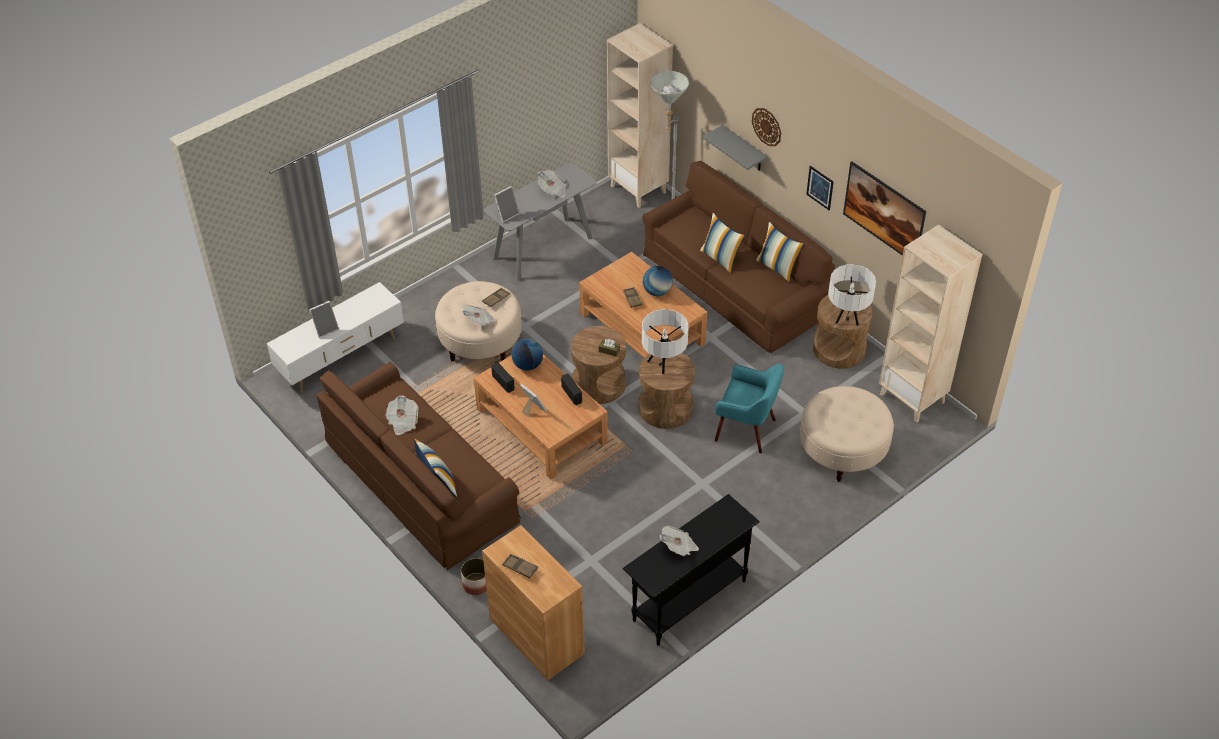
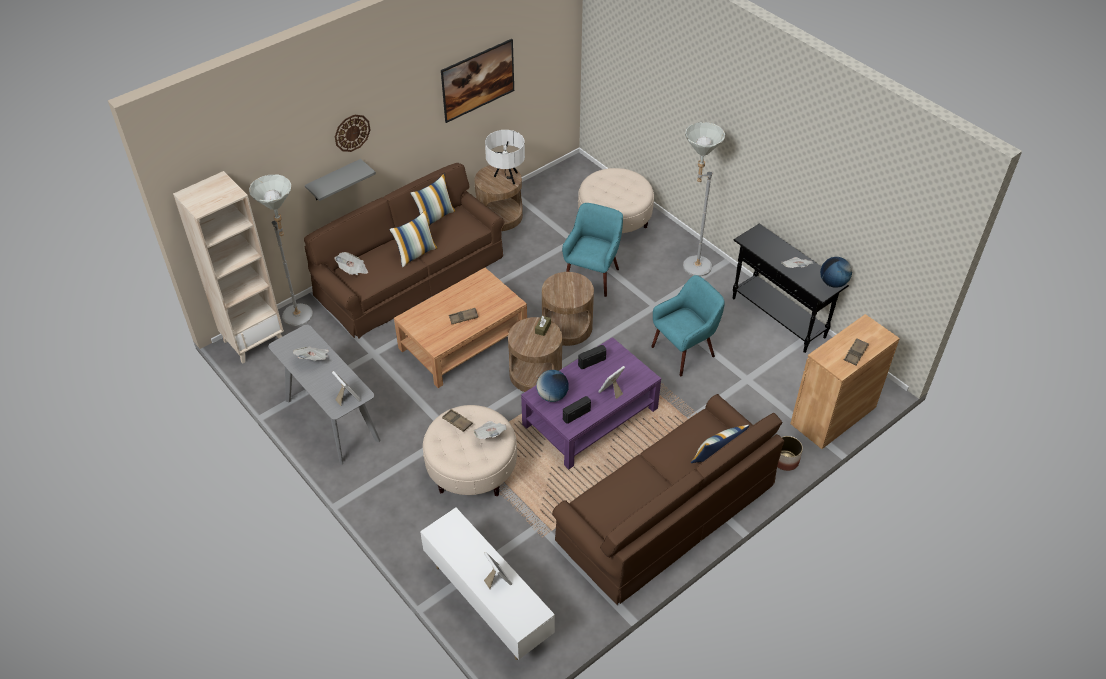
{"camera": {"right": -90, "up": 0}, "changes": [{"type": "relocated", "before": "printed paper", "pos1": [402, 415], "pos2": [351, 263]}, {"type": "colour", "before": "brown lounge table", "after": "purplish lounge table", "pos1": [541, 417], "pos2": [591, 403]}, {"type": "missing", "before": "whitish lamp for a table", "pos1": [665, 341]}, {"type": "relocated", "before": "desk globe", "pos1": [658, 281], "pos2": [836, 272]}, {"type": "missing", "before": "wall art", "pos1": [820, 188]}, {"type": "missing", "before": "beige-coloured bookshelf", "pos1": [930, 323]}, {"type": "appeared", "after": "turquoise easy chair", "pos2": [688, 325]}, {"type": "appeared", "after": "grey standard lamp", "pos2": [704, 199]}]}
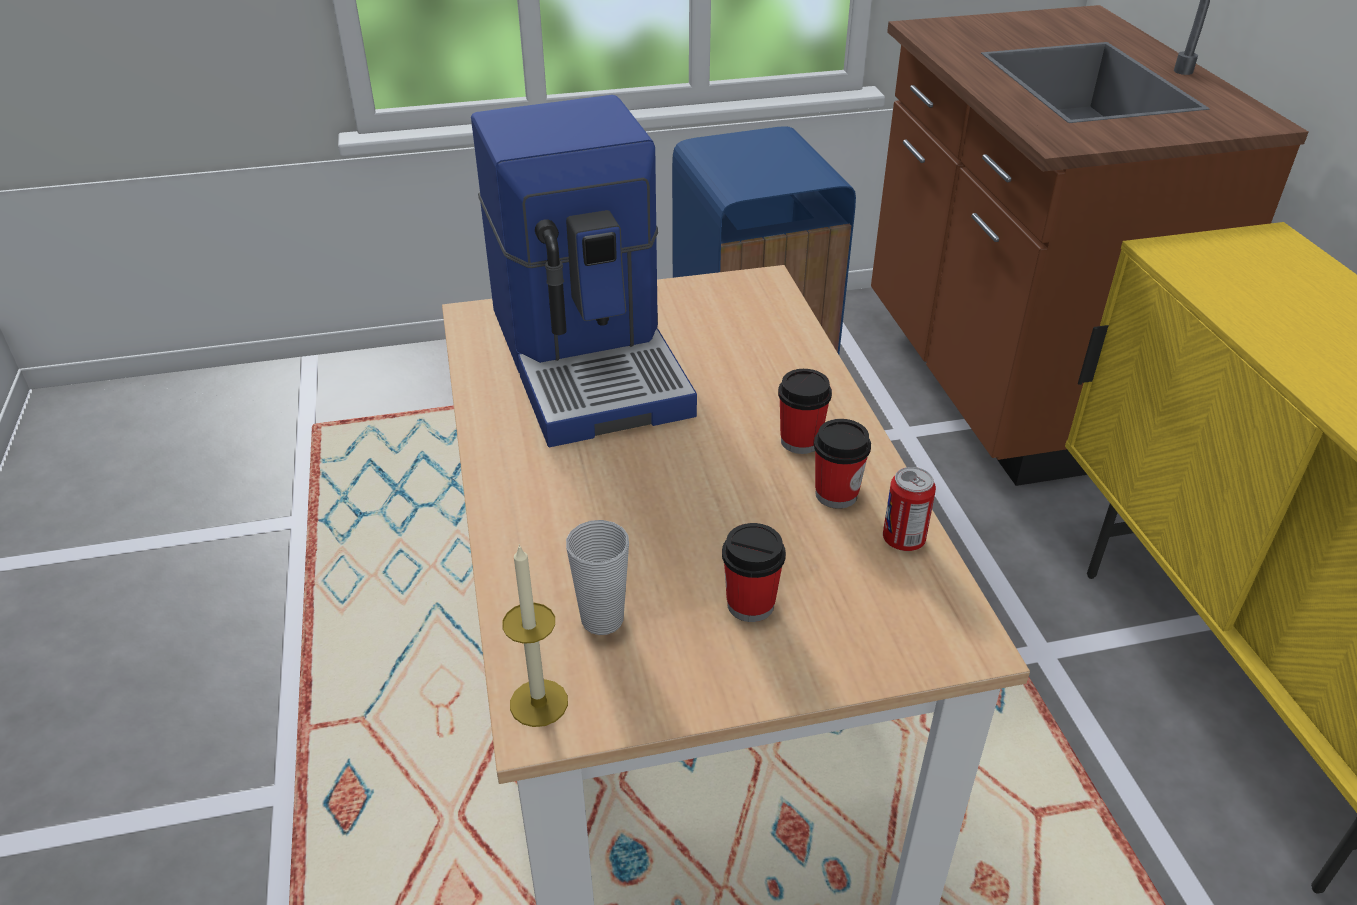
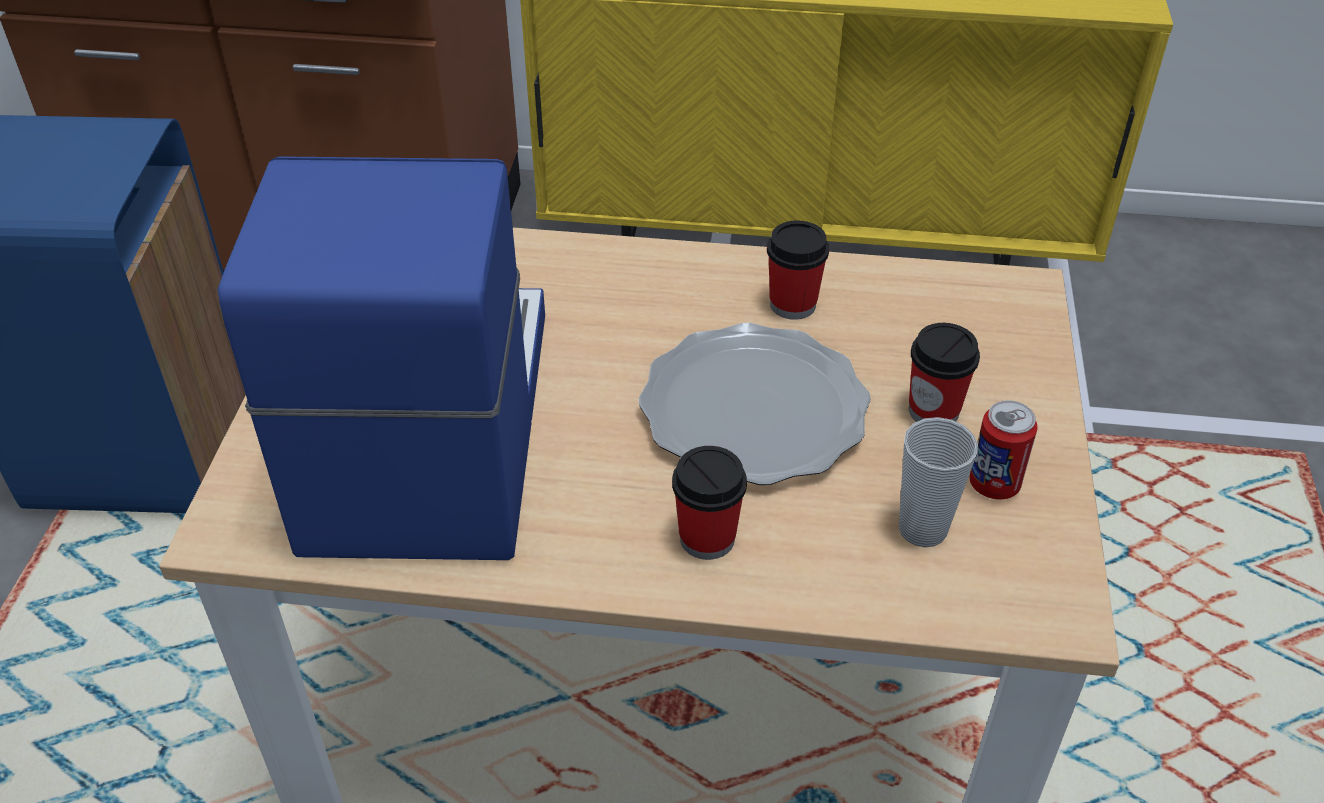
{"camera": {"right": -70, "up": 5}, "changes": [{"type": "spun", "before": "coffee brewer", "pos1": [584, 271], "pos2": [381, 358], "turn": -90}, {"type": "missing", "before": "wax candle", "pos1": [535, 635]}, {"type": "relocated", "before": "drinking cup", "pos1": [805, 411], "pos2": [709, 503]}, {"type": "relocated", "before": "sealed can", "pos1": [909, 509], "pos2": [1003, 450]}, {"type": "appeared", "after": "plate", "pos2": [755, 404]}]}
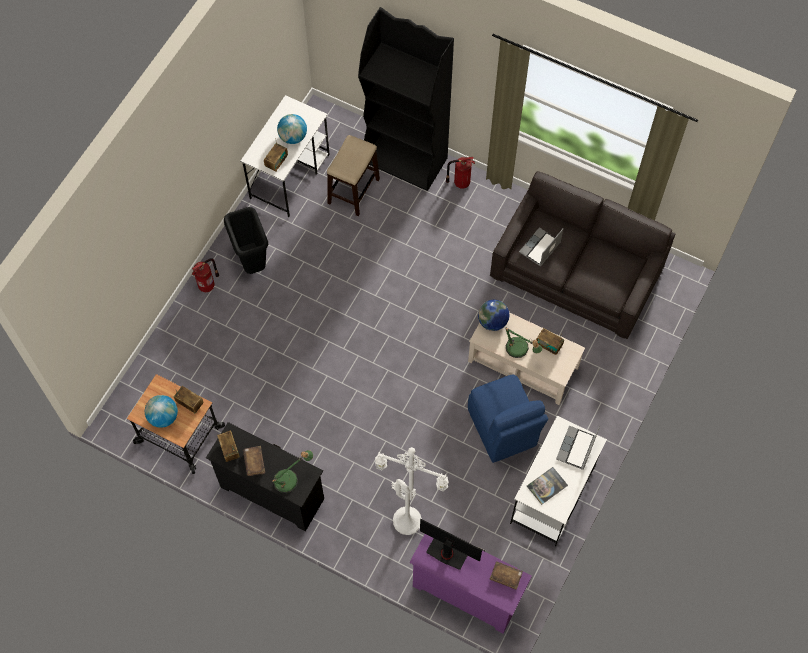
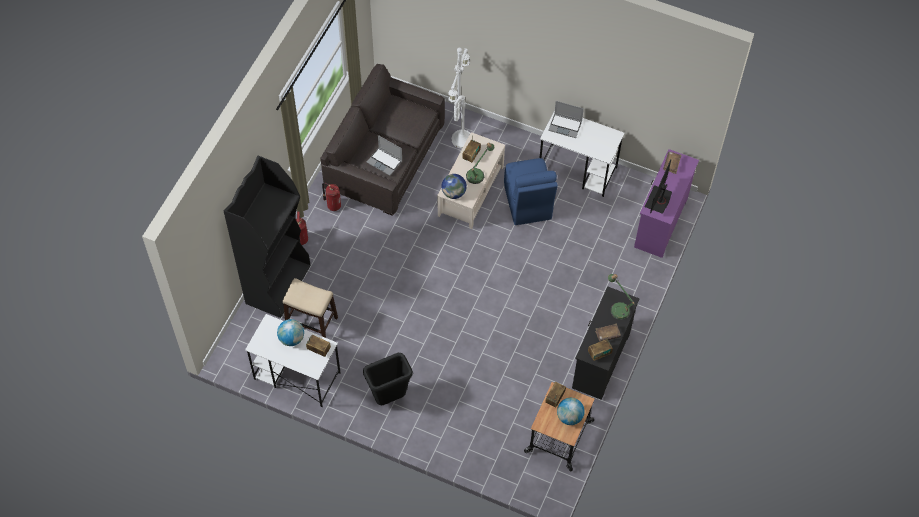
{"camera": {"right": -95, "up": -5}, "changes": [{"type": "relocated", "before": "fire-fighting cylinder", "pos1": [205, 275], "pos2": [331, 196]}, {"type": "relocated", "before": "whitish standard lamp", "pos1": [412, 491], "pos2": [459, 98]}, {"type": "spun", "before": "bluish plain chair", "pos1": [508, 419], "pos2": [531, 191], "turn": 105}, {"type": "missing", "before": "bound book", "pos1": [547, 486]}]}
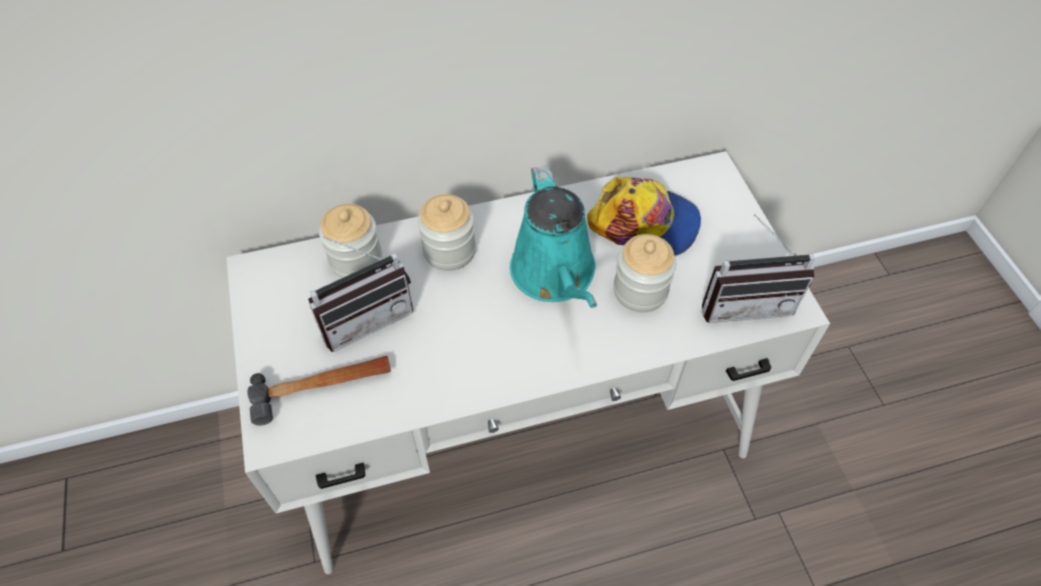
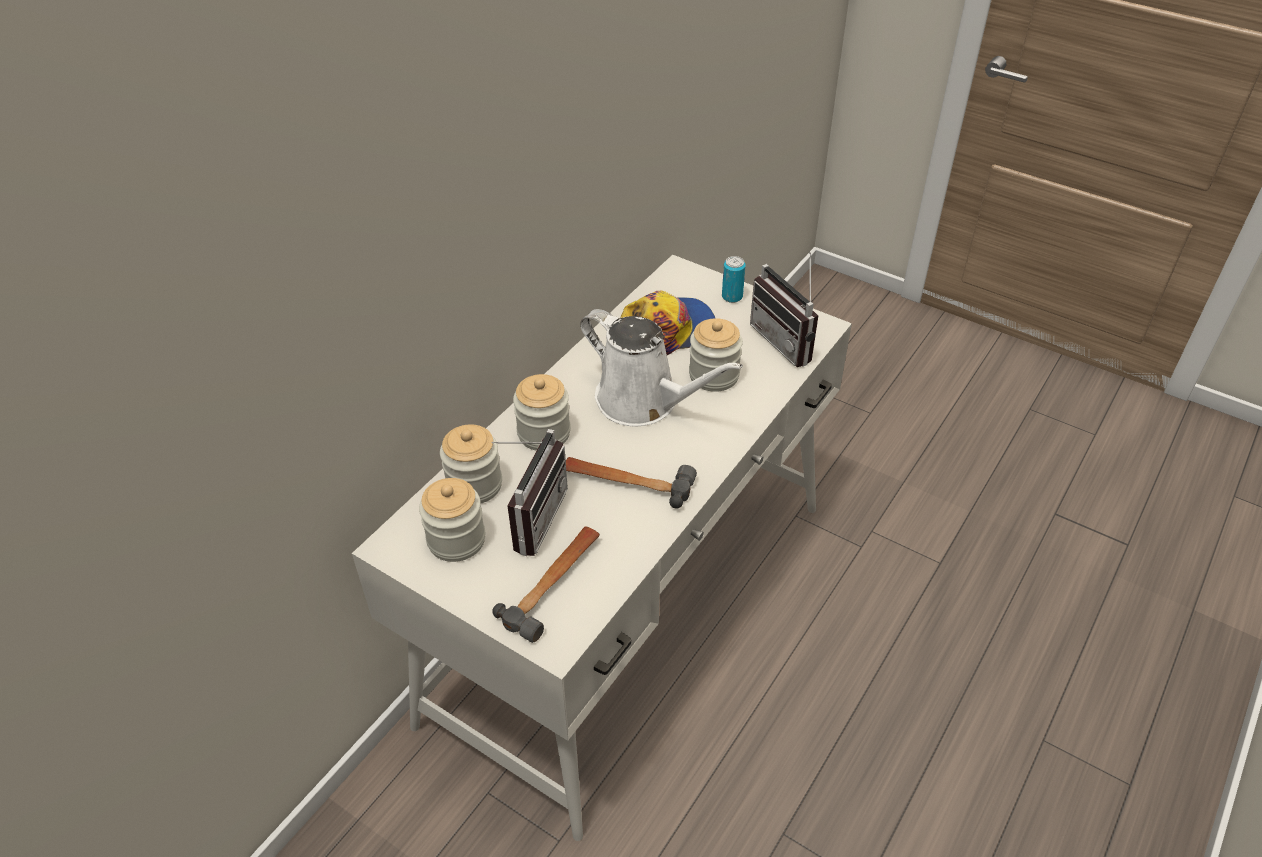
{"camera": {"right": -40, "up": -10}, "changes": [{"type": "colour", "before": "turquoise watering can", "after": "whitish watering can", "pos1": [553, 236], "pos2": [661, 367]}, {"type": "spun", "before": "radio", "pos1": [758, 268], "pos2": [784, 309], "turn": 105}, {"type": "appeared", "after": "preserve jar", "pos2": [452, 520]}, {"type": "appeared", "after": "hammer", "pos2": [631, 482]}, {"type": "appeared", "after": "sealed can", "pos2": [734, 279]}]}
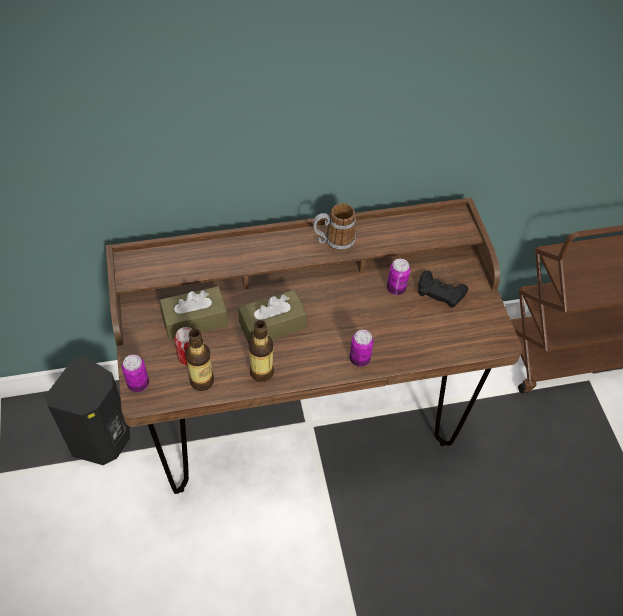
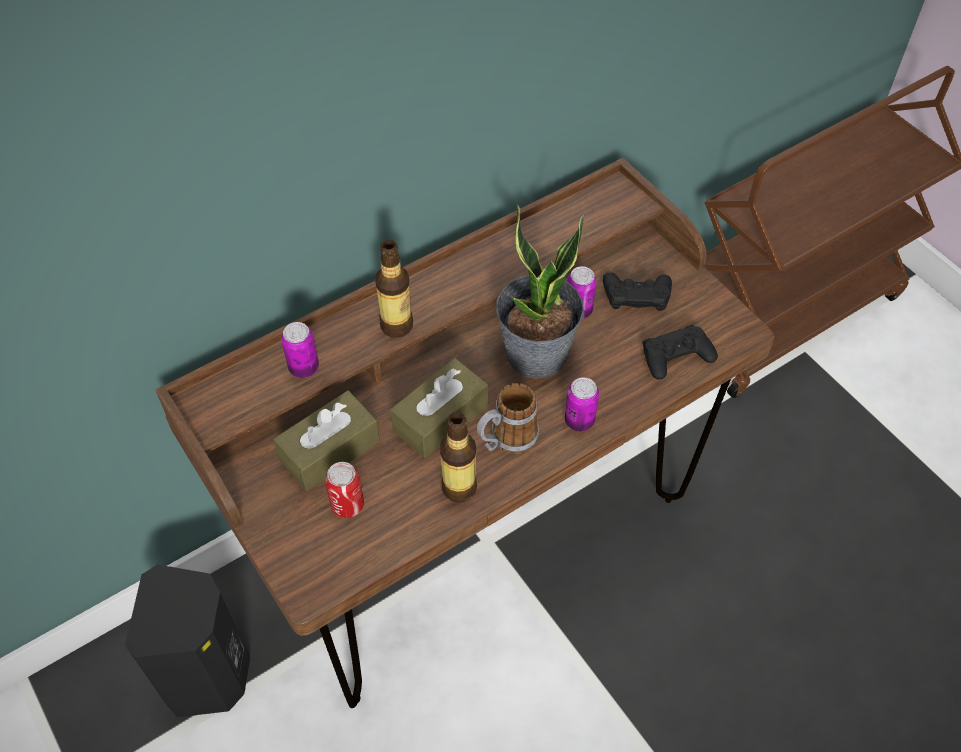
{"camera": {"right": -20, "up": 0}, "changes": [{"type": "relocated", "before": "sealed can", "pos1": [135, 373], "pos2": [300, 350]}, {"type": "relocated", "before": "drink bottle", "pos1": [199, 360], "pos2": [394, 289]}, {"type": "relocated", "before": "coffee mug", "pos1": [334, 227], "pos2": [508, 418]}, {"type": "appeared", "after": "potted plant", "pos2": [540, 292]}, {"type": "appeared", "after": "black joypad", "pos2": [680, 352]}]}
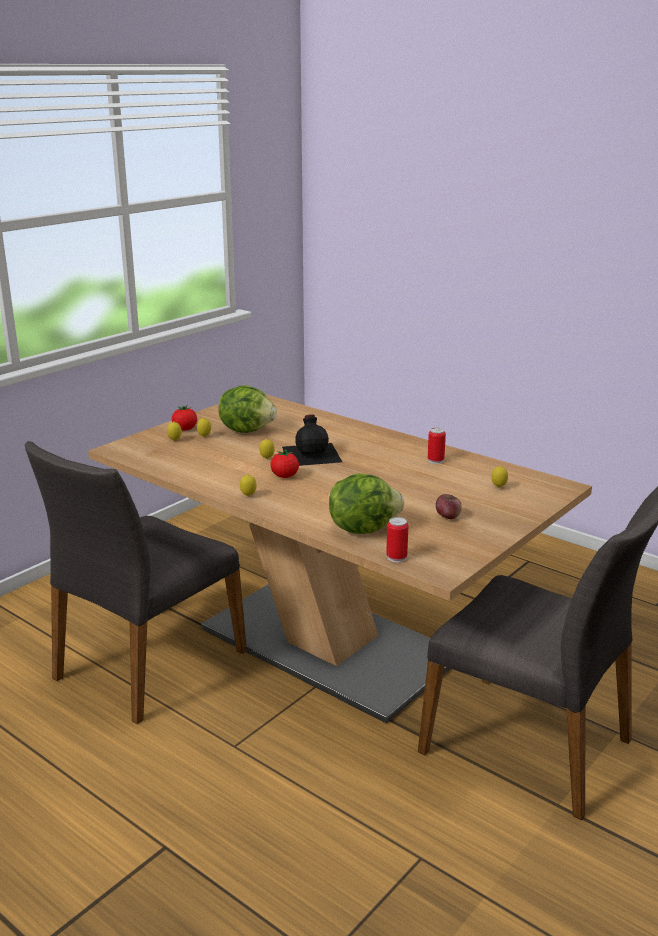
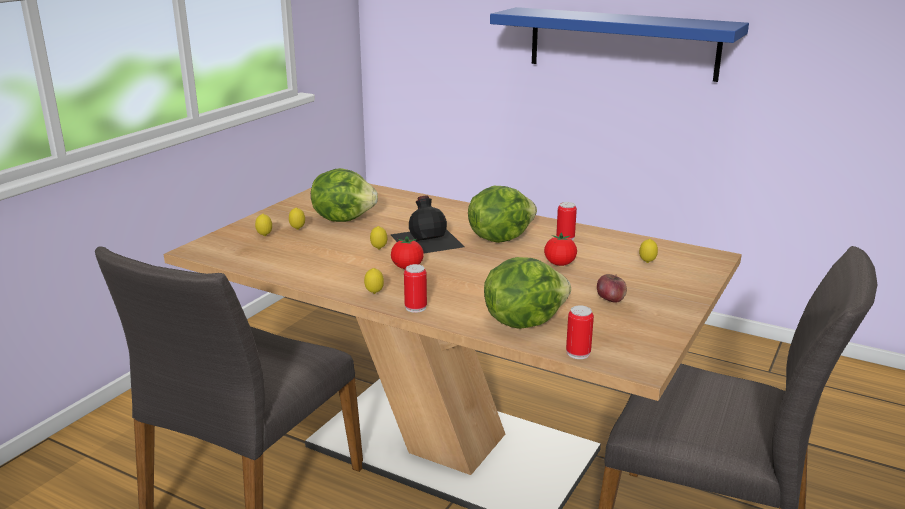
{"camera": {"right": -10, "up": 0}, "changes": [{"type": "relocated", "before": "fresh tomato", "pos1": [184, 418], "pos2": [560, 249]}, {"type": "appeared", "after": "sealed can", "pos2": [415, 288]}, {"type": "appeared", "after": "lettuce", "pos2": [502, 214]}, {"type": "appeared", "after": "bluish wall shelf", "pos2": [619, 44]}]}
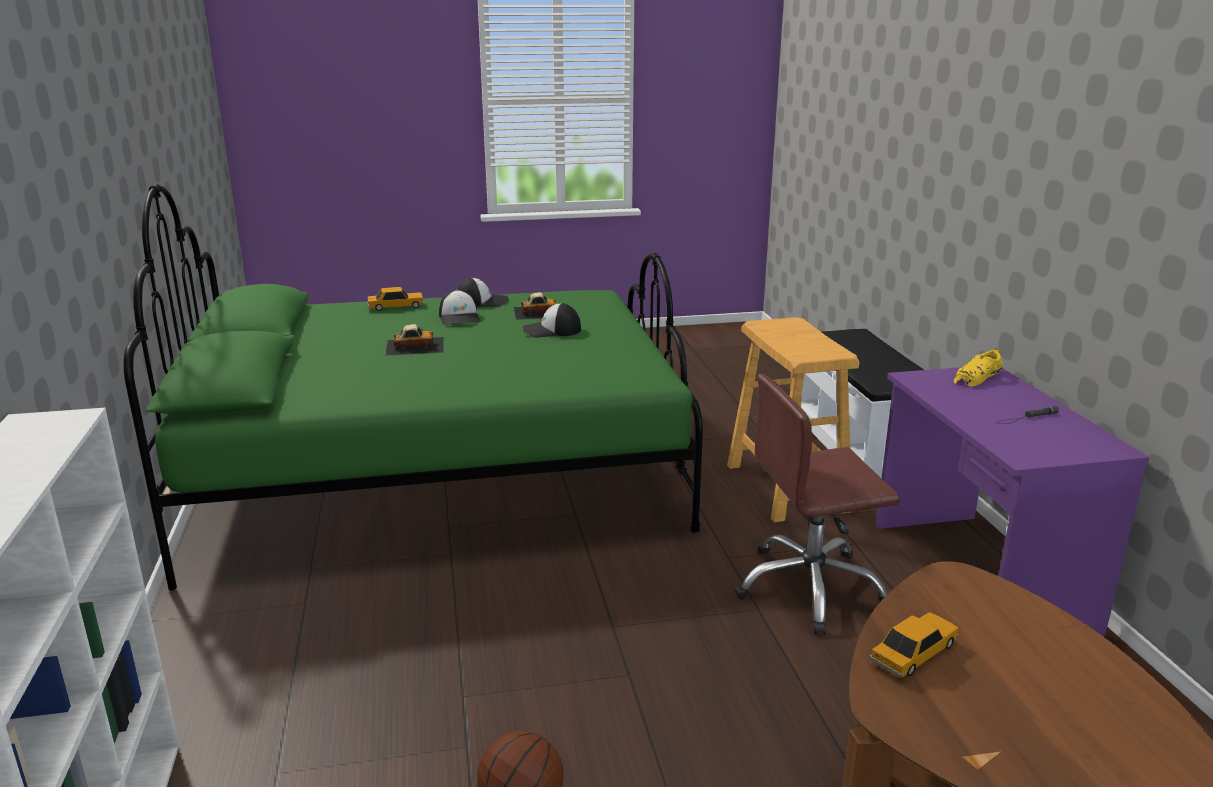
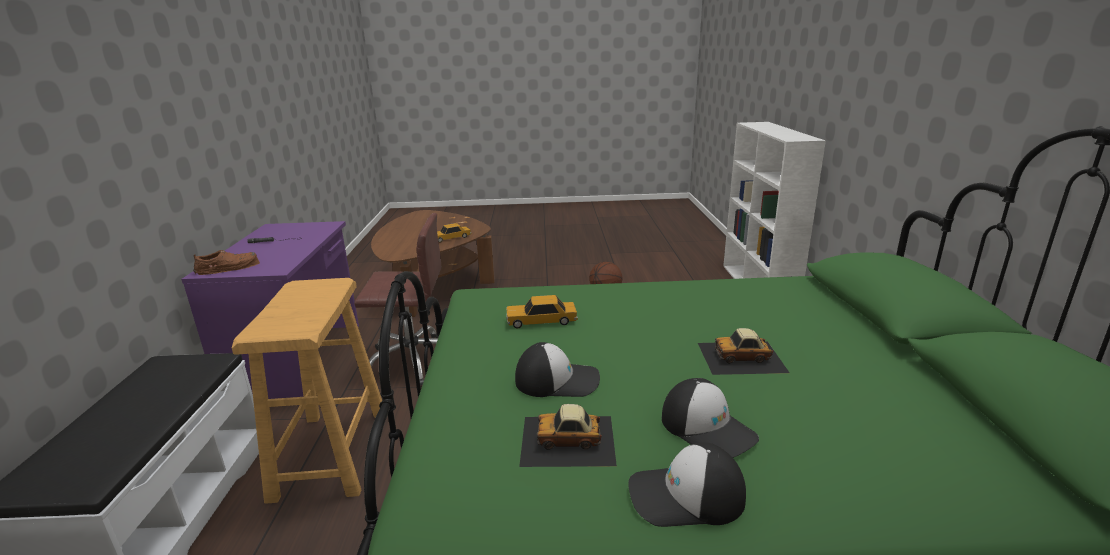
{"camera": {"right": -170, "up": 0}, "changes": [{"type": "relocated", "before": "toy car", "pos1": [395, 299], "pos2": [542, 312]}, {"type": "spun", "before": "baseball cap", "pos1": [459, 307], "pos2": [710, 418], "turn": 150}, {"type": "colour", "before": "yellow-coloured shoe", "after": "brown shoe", "pos1": [978, 367], "pos2": [226, 262]}]}
